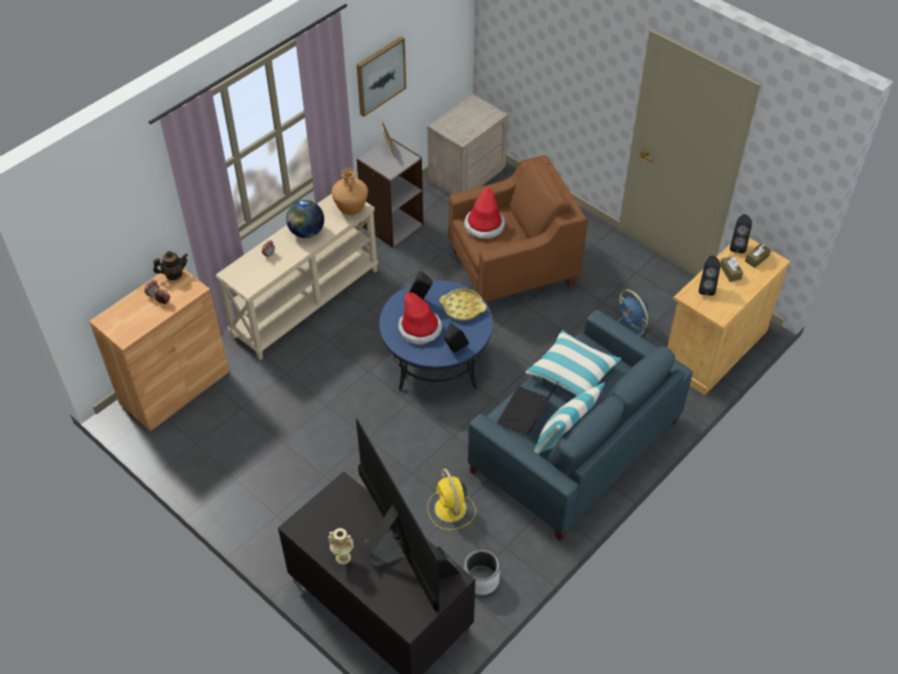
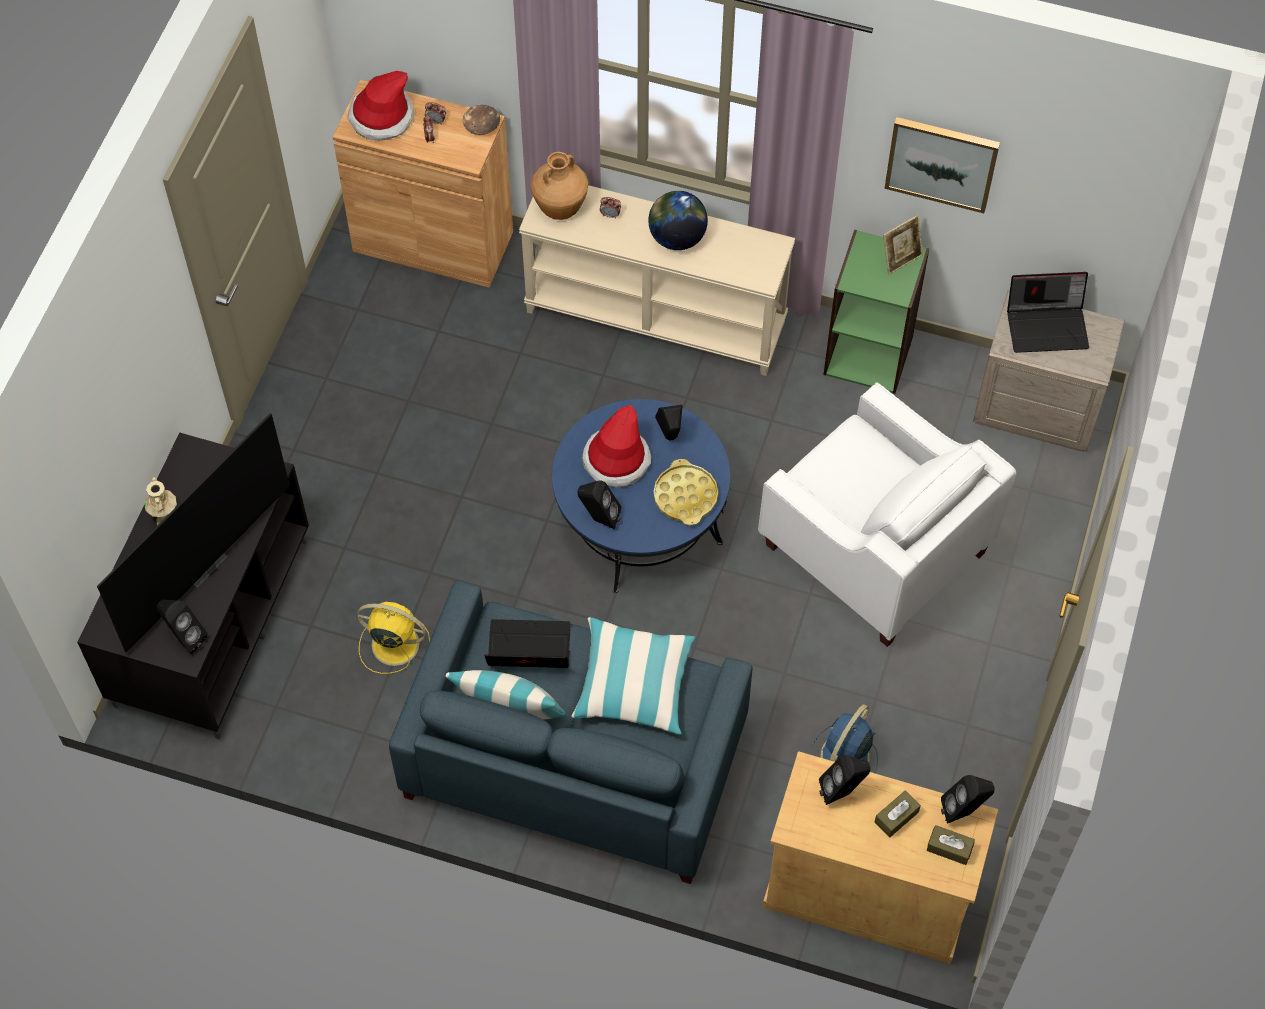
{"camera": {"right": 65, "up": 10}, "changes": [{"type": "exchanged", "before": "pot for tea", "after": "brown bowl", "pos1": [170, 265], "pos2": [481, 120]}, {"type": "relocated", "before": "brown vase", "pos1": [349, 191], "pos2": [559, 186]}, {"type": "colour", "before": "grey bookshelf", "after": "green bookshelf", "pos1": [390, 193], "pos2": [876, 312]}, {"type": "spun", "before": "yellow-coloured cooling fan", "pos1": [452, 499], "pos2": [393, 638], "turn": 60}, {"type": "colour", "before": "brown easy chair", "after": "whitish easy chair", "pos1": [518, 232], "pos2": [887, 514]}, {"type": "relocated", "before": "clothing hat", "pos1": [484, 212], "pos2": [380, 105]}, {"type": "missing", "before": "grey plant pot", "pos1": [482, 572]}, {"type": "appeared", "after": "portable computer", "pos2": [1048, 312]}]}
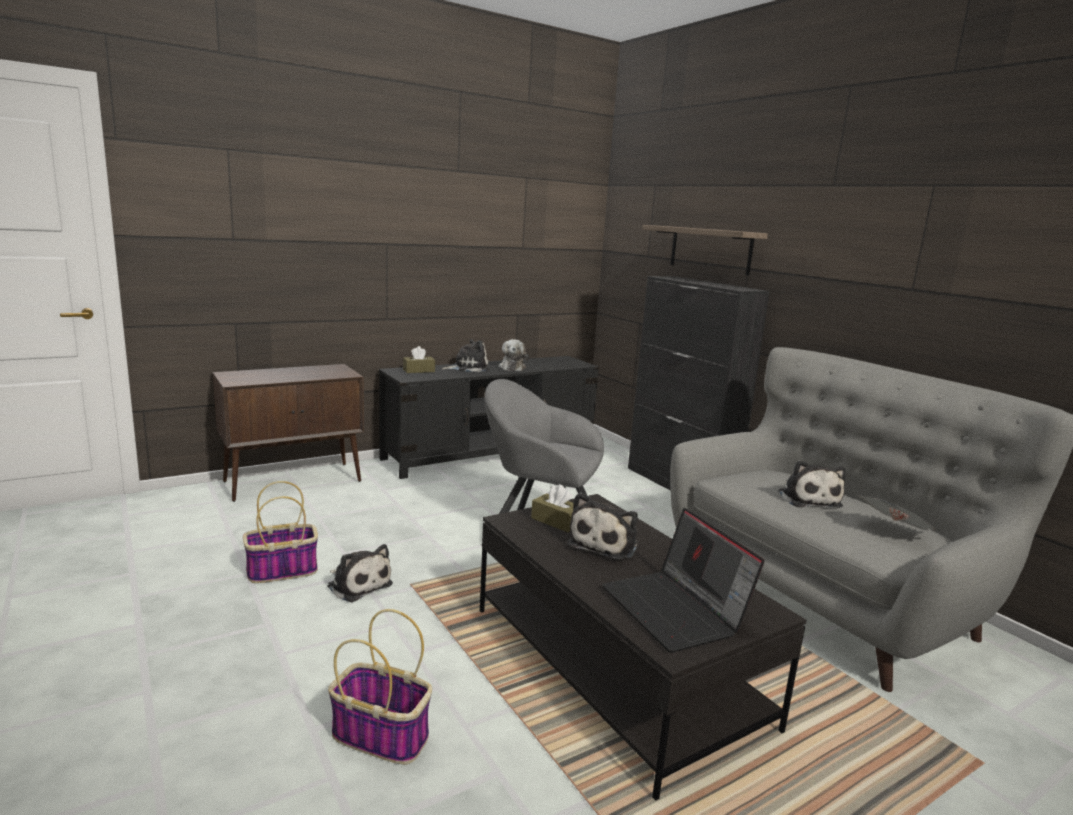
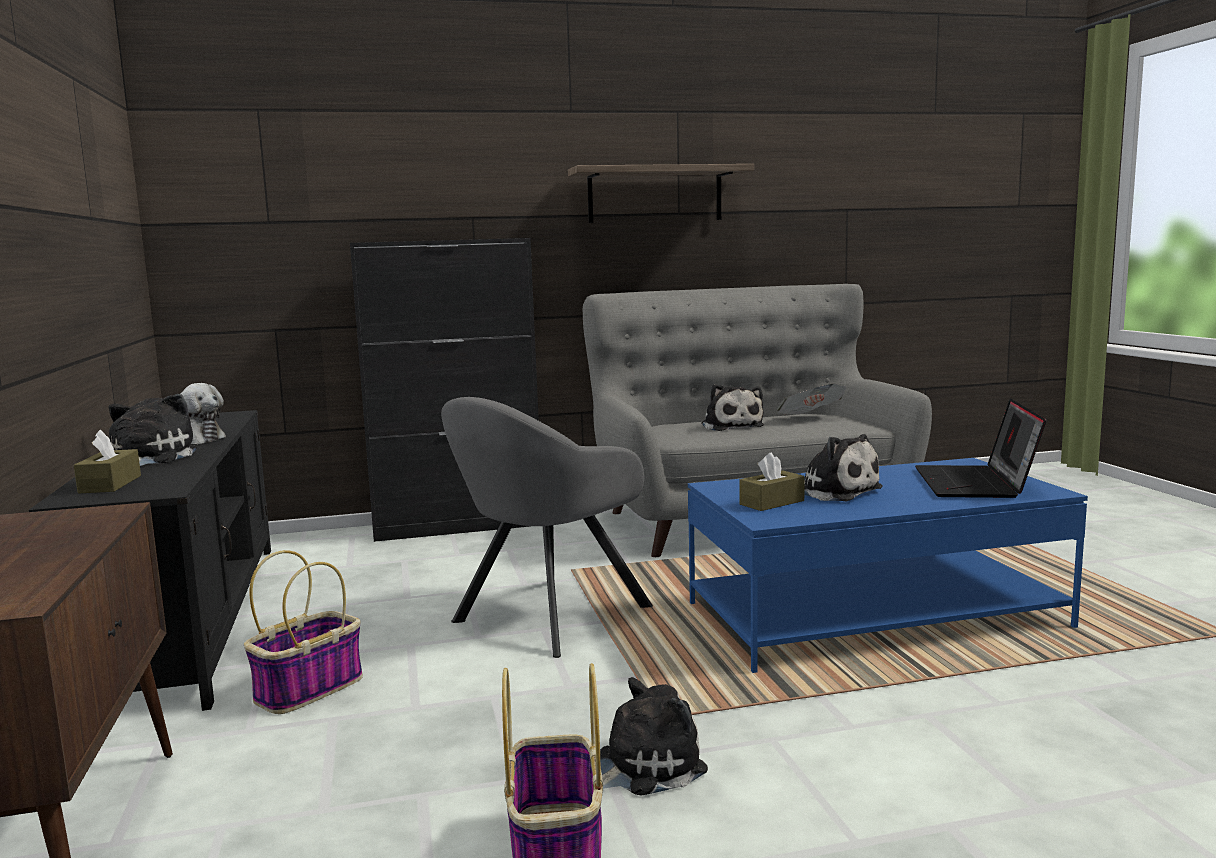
{"camera": {"right": -70, "up": -5}, "changes": [{"type": "relocated", "before": "household basket", "pos1": [380, 687], "pos2": [303, 632]}, {"type": "colour", "before": "black lounge table", "after": "bluish lounge table", "pos1": [643, 647], "pos2": [888, 565]}, {"type": "spun", "before": "portable computer", "pos1": [683, 580], "pos2": [981, 448], "turn": 105}, {"type": "relocated", "before": "wall shelf", "pos1": [705, 250], "pos2": [661, 193]}, {"type": "spun", "before": "cuddly toy", "pos1": [812, 484], "pos2": [733, 407], "turn": 60}]}
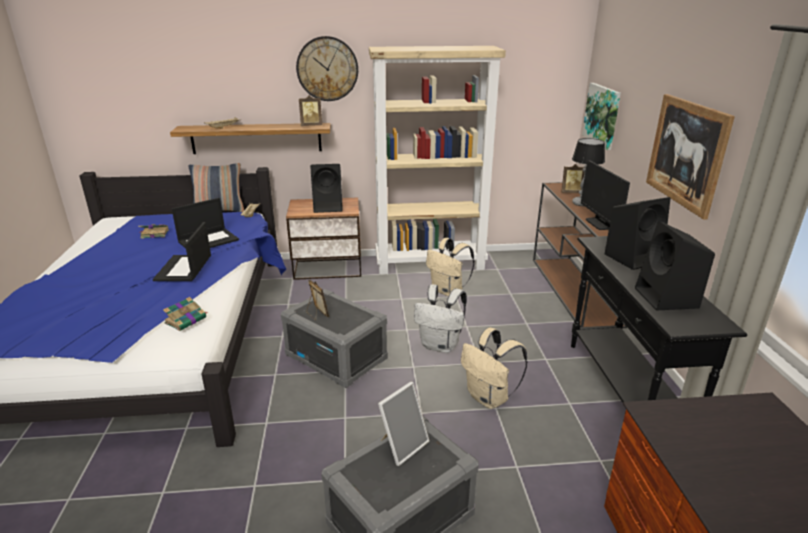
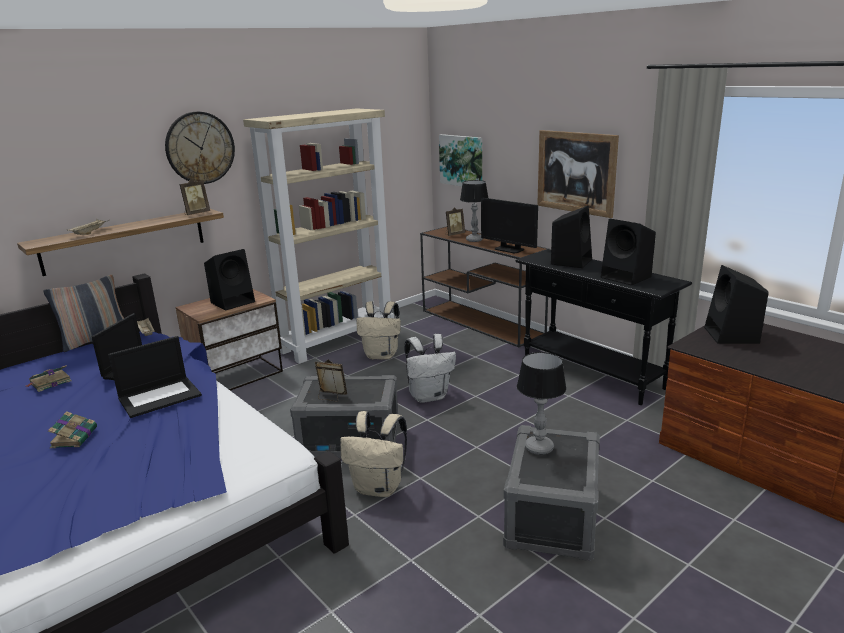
{"camera": {"right": -35, "up": -5}, "changes": [{"type": "spun", "before": "portable computer", "pos1": [182, 251], "pos2": [155, 377], "turn": -90}, {"type": "relocated", "before": "bound book", "pos1": [185, 314], "pos2": [72, 429]}, {"type": "exchanged", "before": "picture frame", "after": "lamp for a table", "pos1": [404, 424], "pos2": [541, 403]}, {"type": "relocated", "before": "beige-coloured knapsack", "pos1": [494, 368], "pos2": [373, 454]}, {"type": "appeared", "after": "black speaker", "pos2": [736, 304]}]}
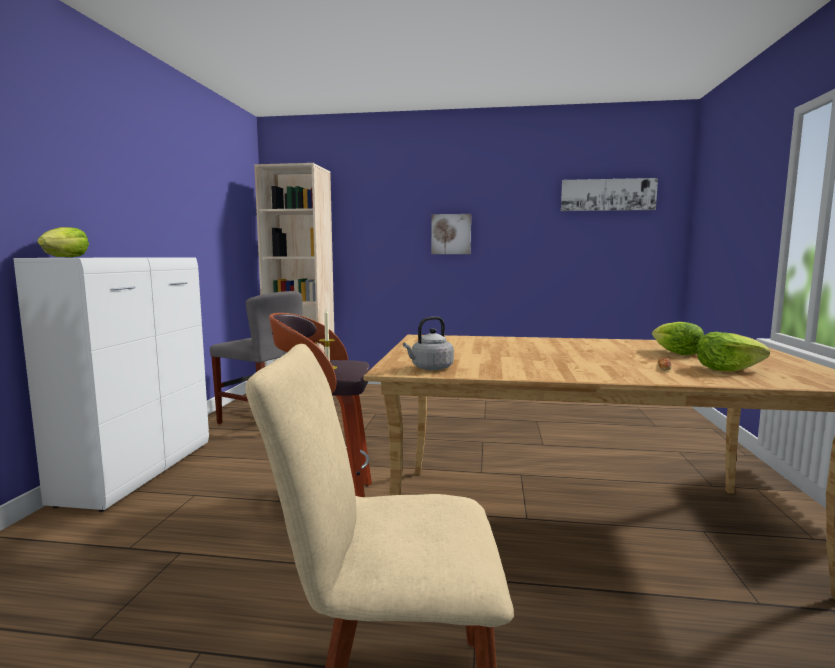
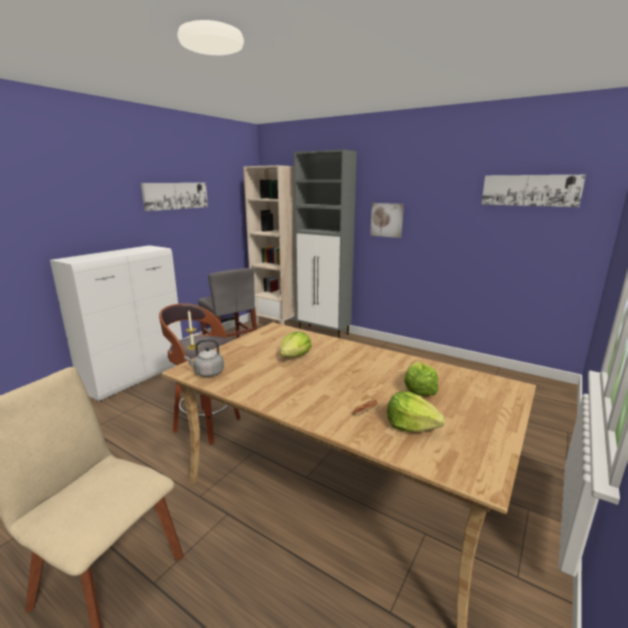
{"camera": {"right": 25, "up": 10}, "changes": [{"type": "relocated", "before": "lettuce", "pos1": [63, 242], "pos2": [295, 344]}, {"type": "appeared", "after": "wall art", "pos2": [174, 197]}, {"type": "appeared", "after": "grey cupboard", "pos2": [325, 243]}]}
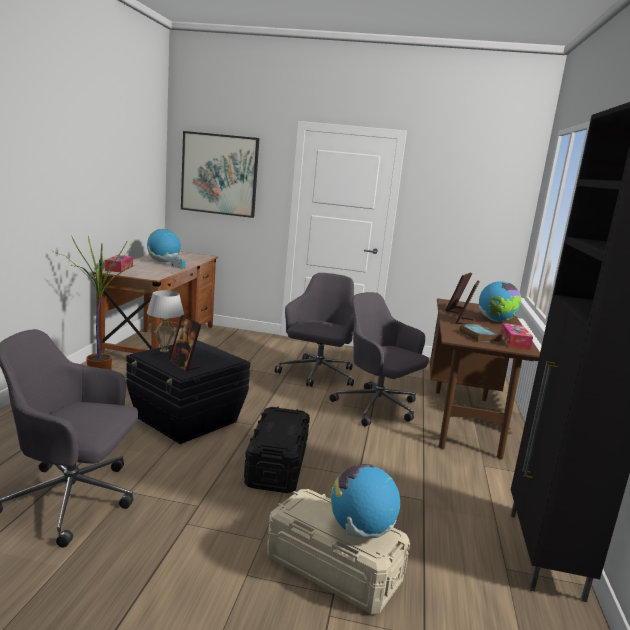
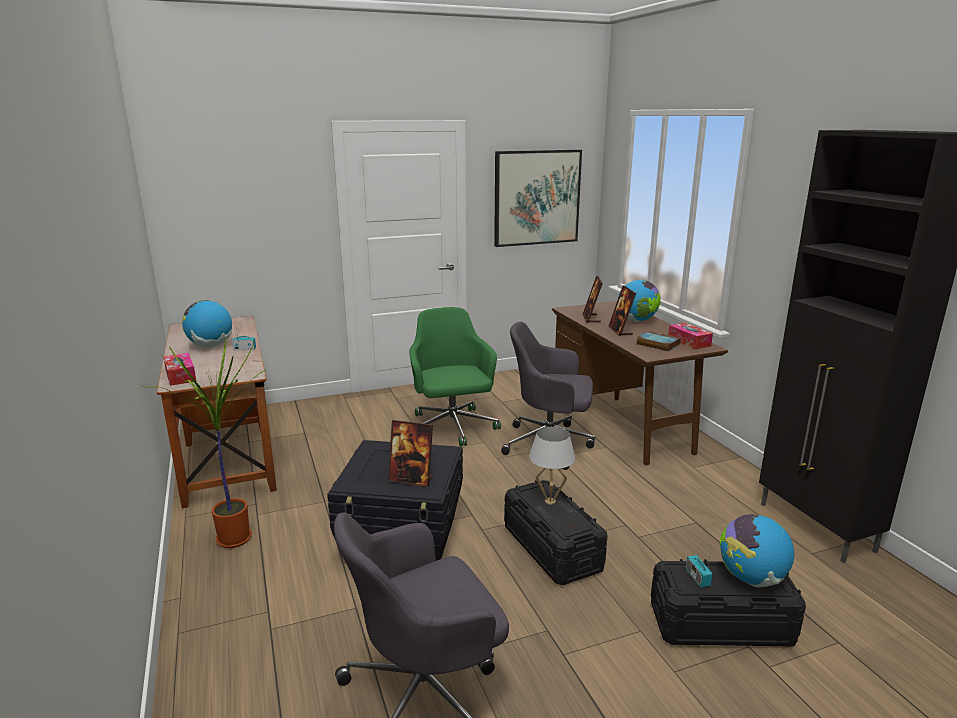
{"camera": {"right": -30, "up": 5}, "changes": [{"type": "relocated", "before": "whitish lamp for a table", "pos1": [165, 321], "pos2": [552, 466]}, {"type": "relocated", "before": "wall art", "pos1": [220, 174], "pos2": [538, 198]}, {"type": "colour", "before": "beige-coloured storage box", "after": "black storage box", "pos1": [338, 551], "pos2": [728, 602]}, {"type": "colour", "before": "grey computer chair", "after": "green computer chair", "pos1": [314, 330], "pos2": [455, 376]}, {"type": "appeared", "after": "radio", "pos2": [699, 566]}]}
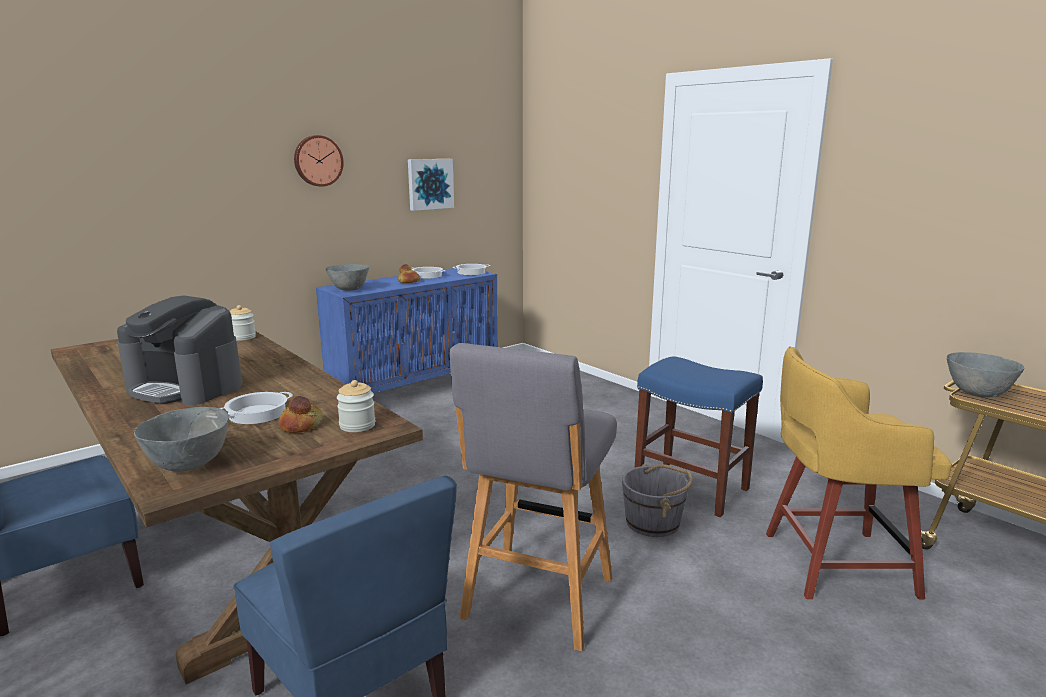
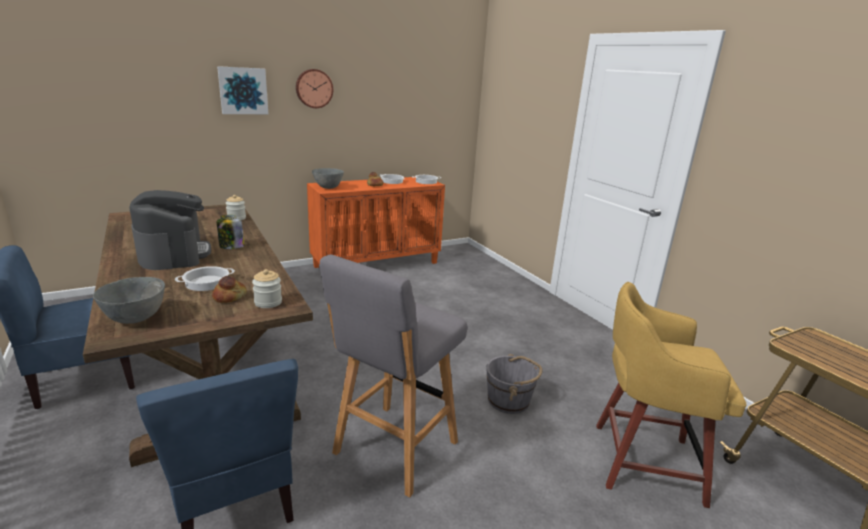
{"camera": {"right": 10, "up": 5}, "changes": [{"type": "spun", "before": "coffee brewer", "pos1": [179, 350], "pos2": [170, 230], "turn": -150}, {"type": "colour", "before": "bluish cupboard", "after": "orange cupboard", "pos1": [407, 330], "pos2": [376, 222]}, {"type": "relocated", "before": "wall art", "pos1": [431, 185], "pos2": [242, 90]}, {"type": "missing", "before": "bluish stool", "pos1": [699, 436]}, {"type": "missing", "before": "grey bowl", "pos1": [985, 374]}, {"type": "appeared", "after": "preserve jar", "pos2": [230, 232]}]}
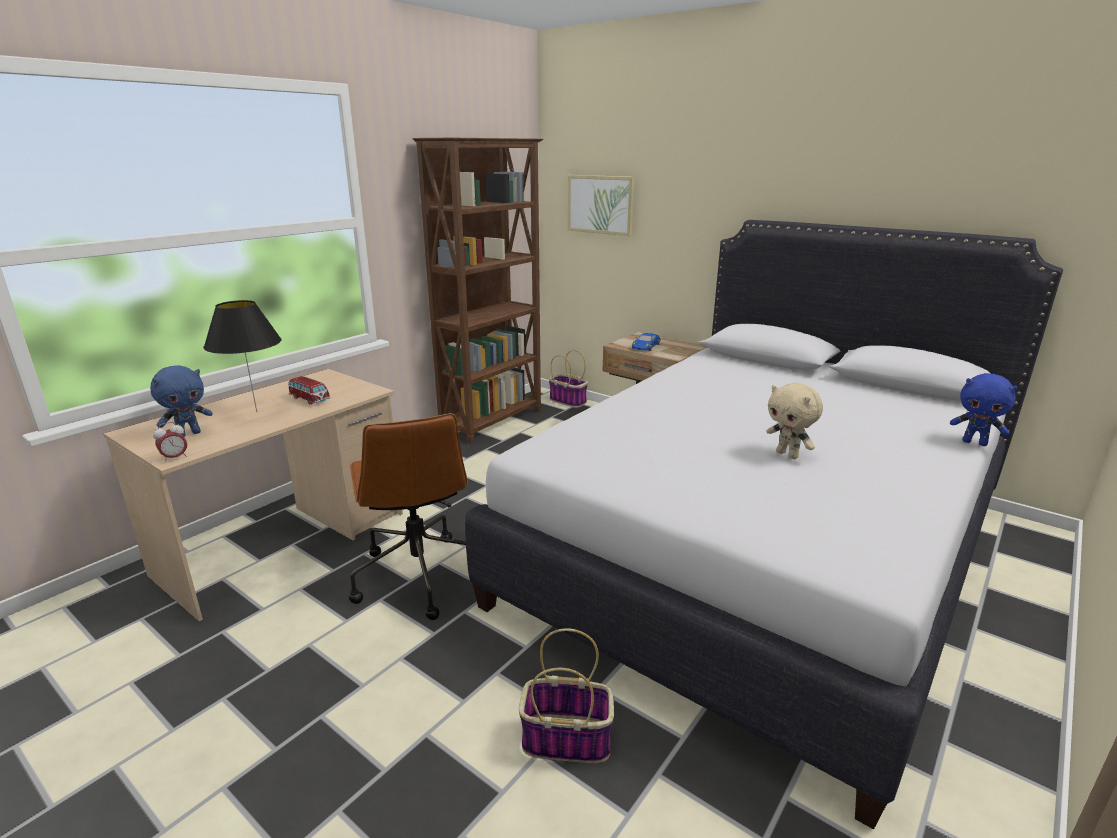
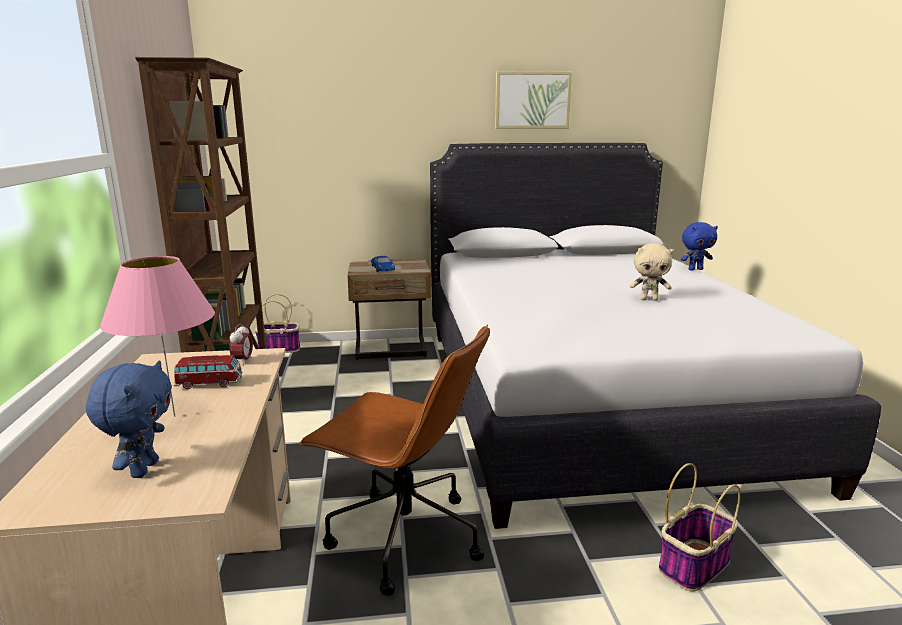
{"camera": {"right": -45, "up": -5}, "changes": [{"type": "relocated", "before": "alarm clock", "pos1": [170, 442], "pos2": [241, 344]}, {"type": "colour", "before": "black lamp for a table", "after": "pinkish lamp for a table", "pos1": [242, 356], "pos2": [157, 336]}, {"type": "relocated", "before": "wall art", "pos1": [601, 205], "pos2": [533, 100]}]}
